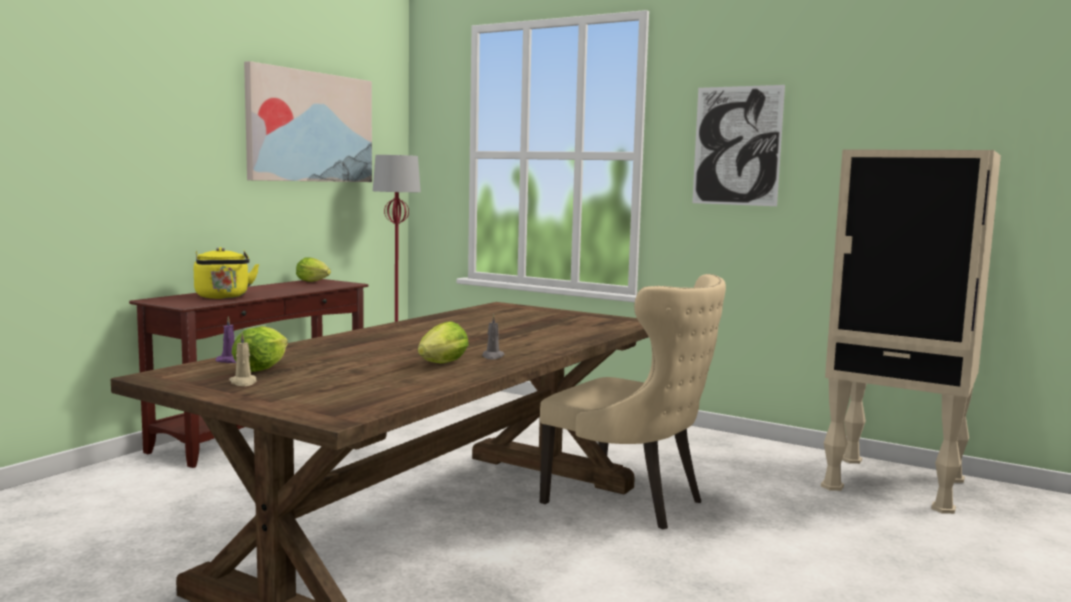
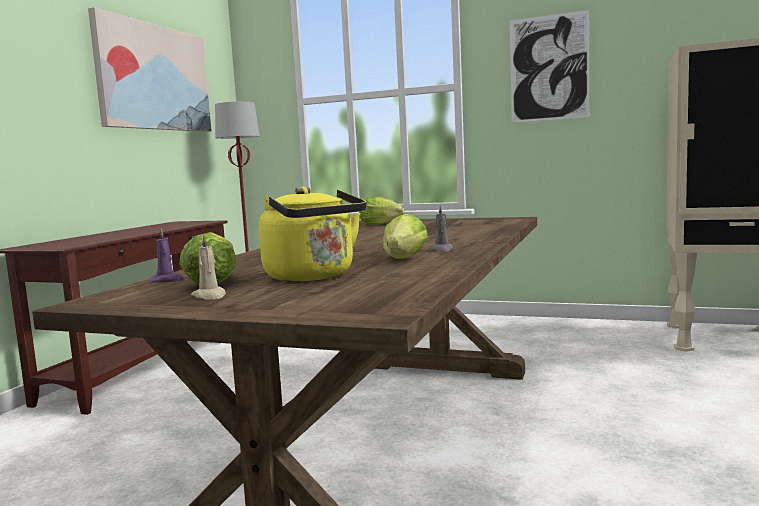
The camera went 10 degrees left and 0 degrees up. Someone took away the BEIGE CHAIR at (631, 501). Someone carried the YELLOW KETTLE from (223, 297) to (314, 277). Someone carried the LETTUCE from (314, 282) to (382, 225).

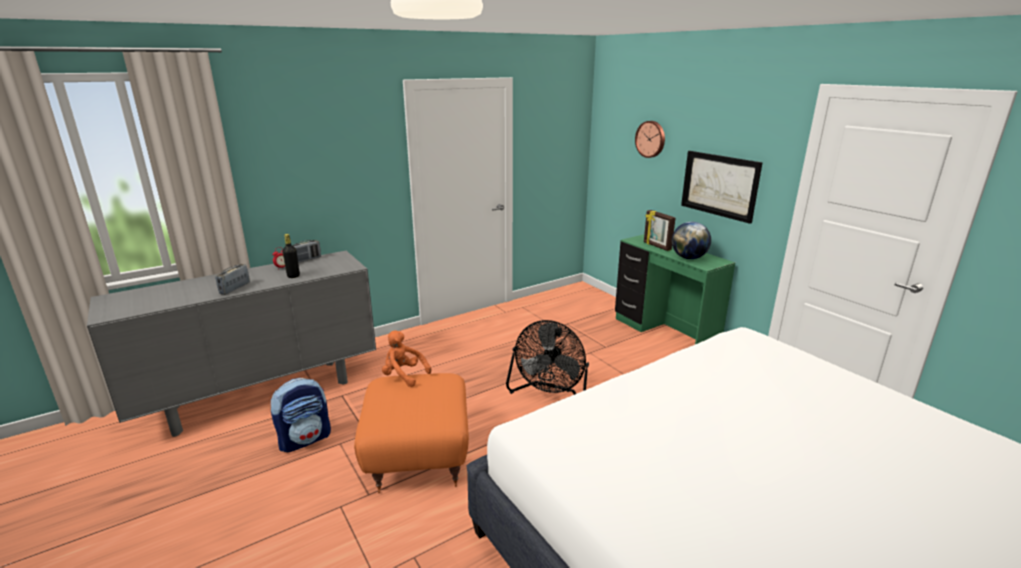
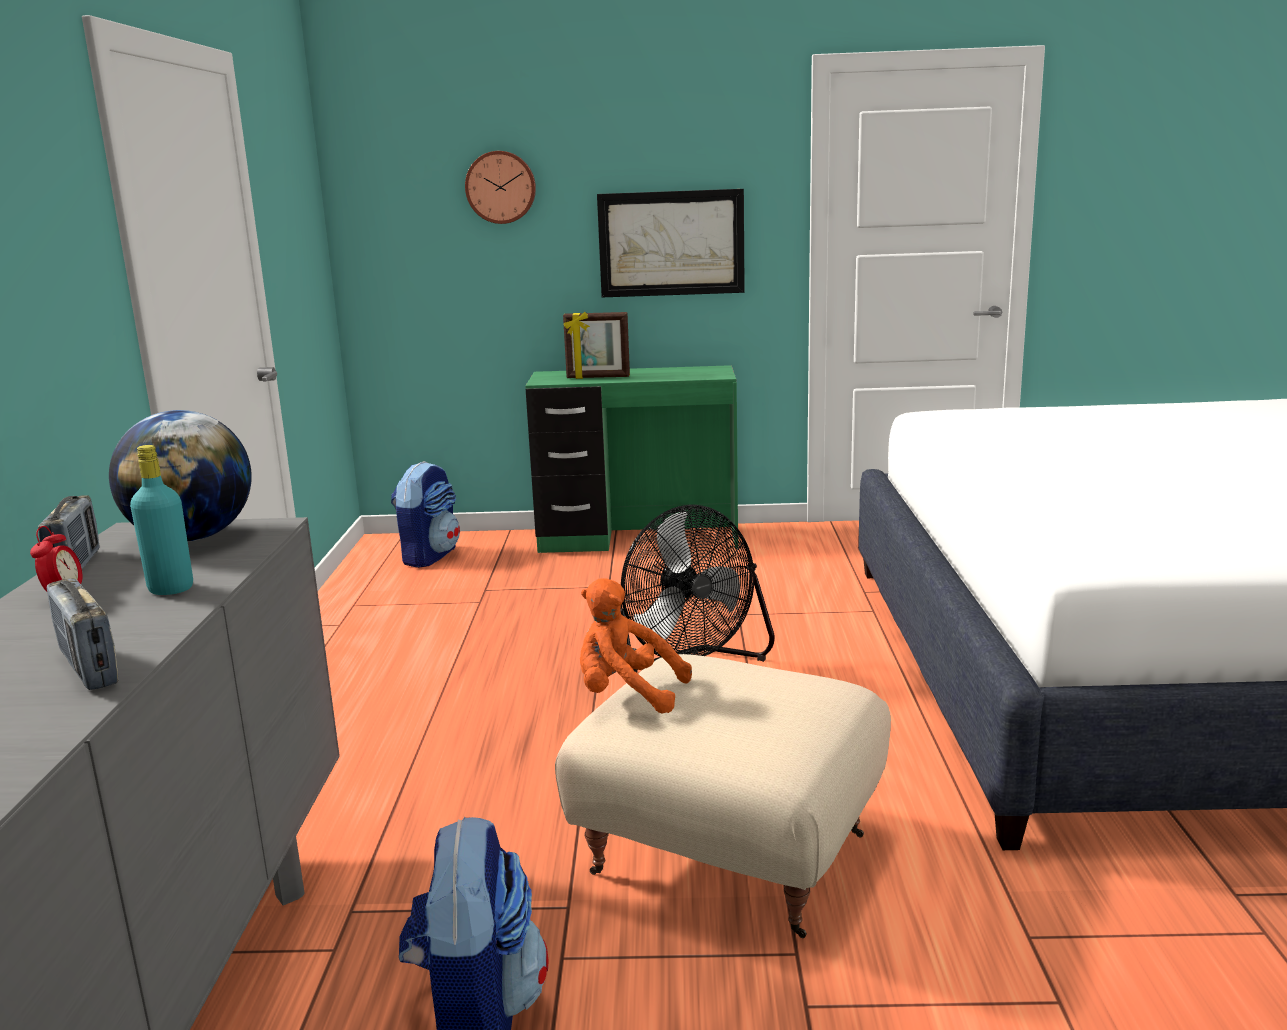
The camera went 55 degrees left and 5 degrees down. Someone put down the BACKPACK at (429, 556). Someone carried the GLOBE from (688, 258) to (192, 538). Someone repainted the BLACK BOTTLE at (293, 276), which became the TURQUOISE BOTTLE at (171, 589). Someone repainted the ORANGE OTTOMAN at (419, 457), which became the BEIGE OTTOMAN at (728, 855). Someone rotated the ORANGE PLUSH TOY at (403, 375) by 45 degrees clockwise.

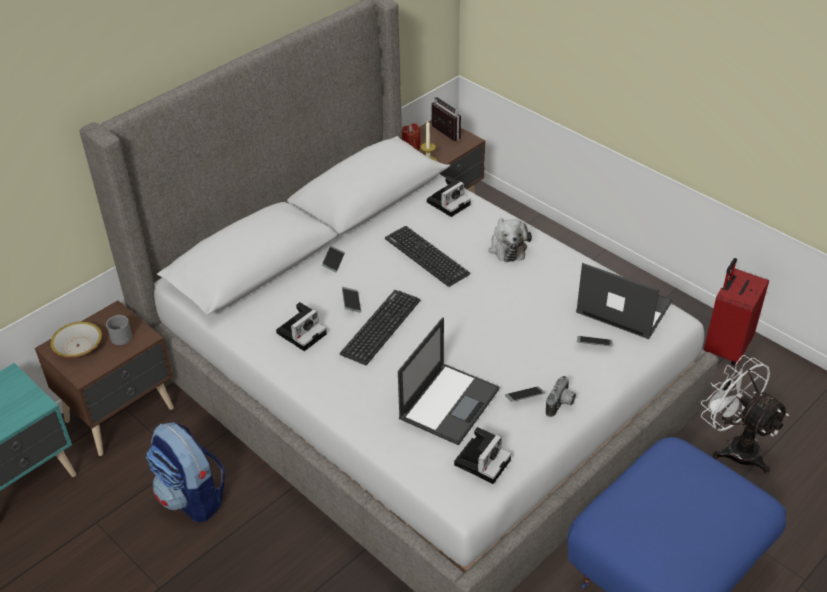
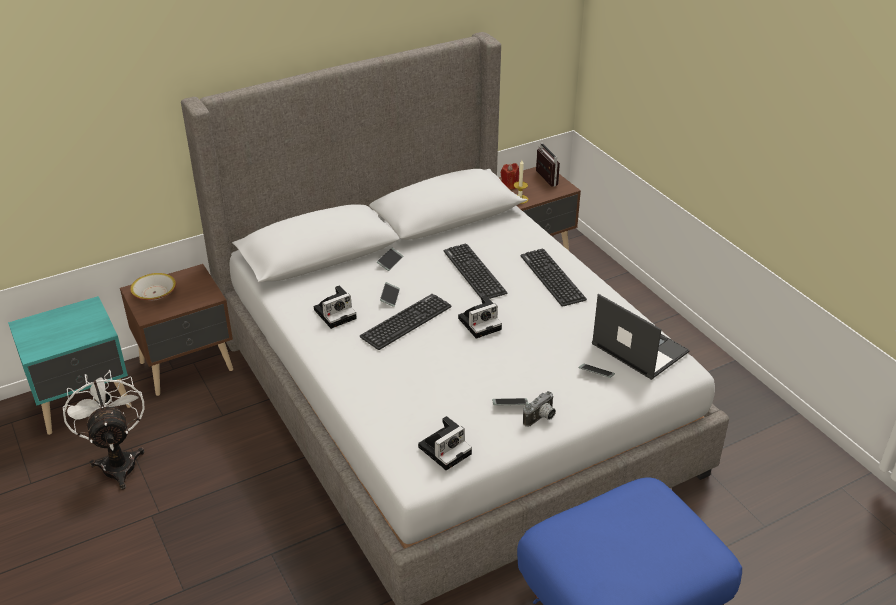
The camera went 15 degrees right and 5 degrees down. Someone took away the GREY MUG at (121, 335). Someone took away the BACKPACK at (192, 498). Someone took away the LAPTOP at (449, 403). Someone took away the RED SUITCASE at (726, 348). Someone carried the PHOTO CAMERA from (449, 202) to (480, 323). Someone carried the WHITE FAN from (735, 447) to (118, 461). Someone swapped the PLUSH TOY at (507, 247) for the KEYBOARD at (552, 278).

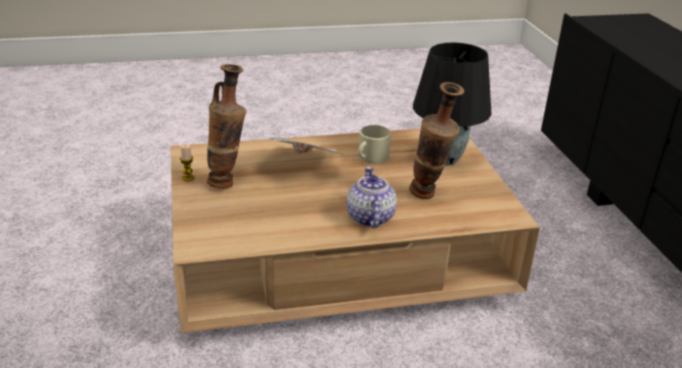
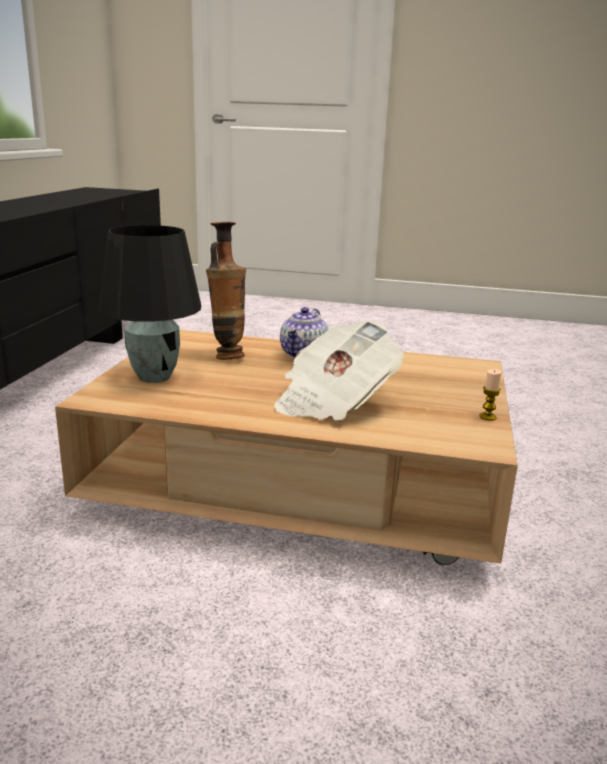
The camera went 155 degrees left and 10 degrees down. Someone took away the VASE at (228, 182). Someone took away the BEIGE MUG at (371, 158).

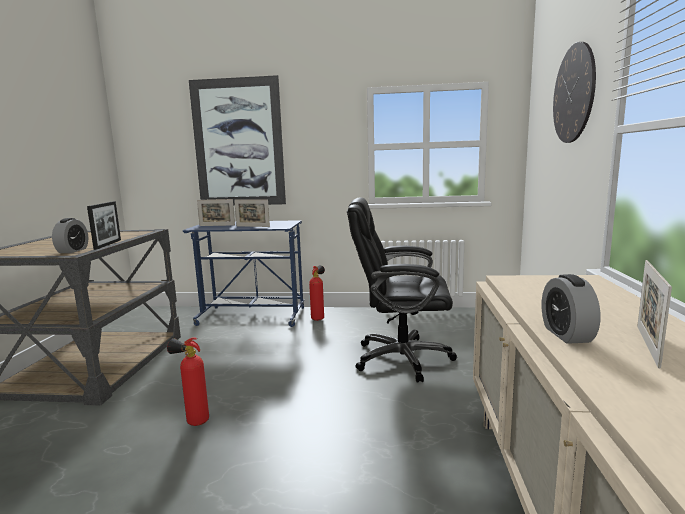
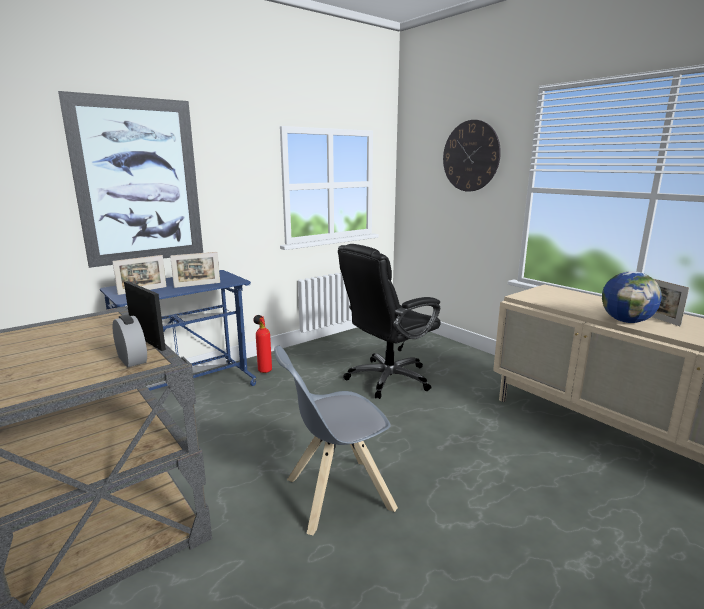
The camera went 45 degrees left and 5 degrees up. Someone swapped the FIRE EXTINGUISHER at (194, 421) for the GREY CHAIR at (336, 494). Someone swapped the ALARM CLOCK at (566, 334) for the GLOBE at (626, 321).

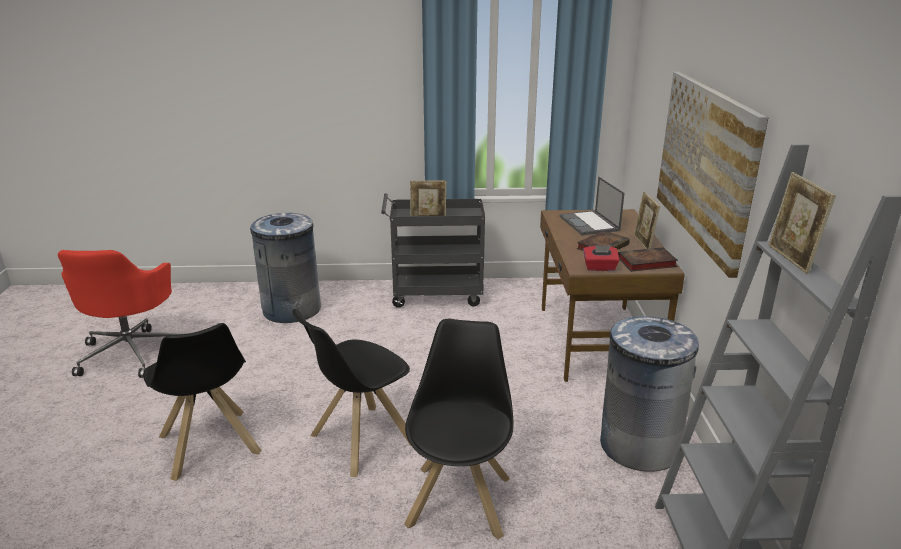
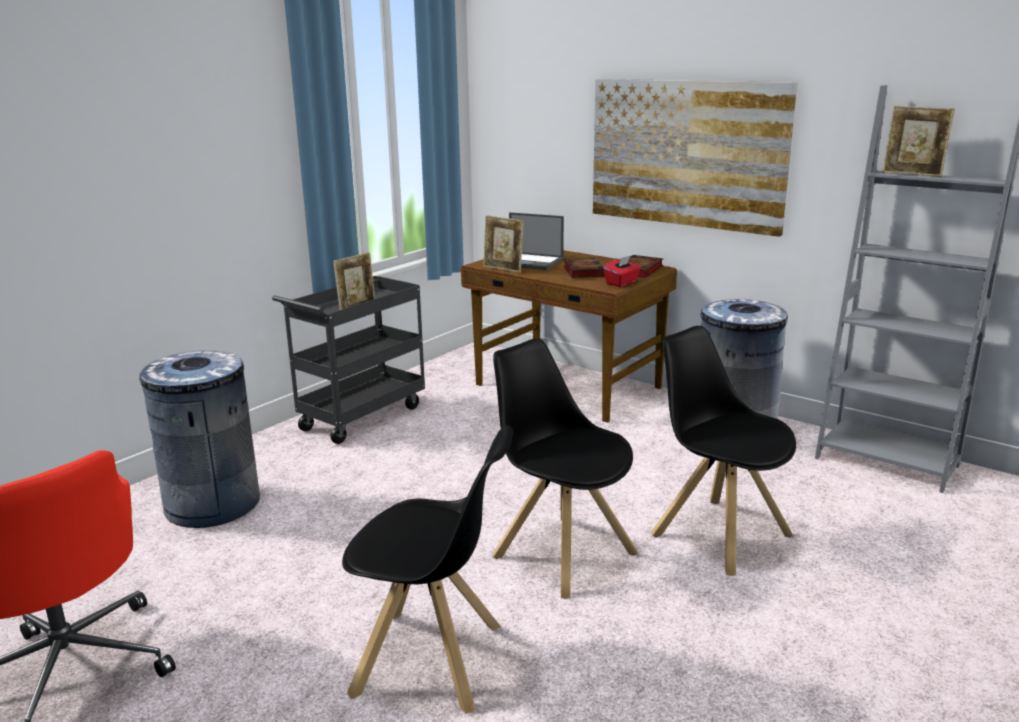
The camera went 50 degrees left and 5 degrees down. Someone carried the PICTURE FRAME from (643, 243) to (503, 269). Someone rotated the BLACK CHAIR at (360, 441) by 135 degrees clockwise.

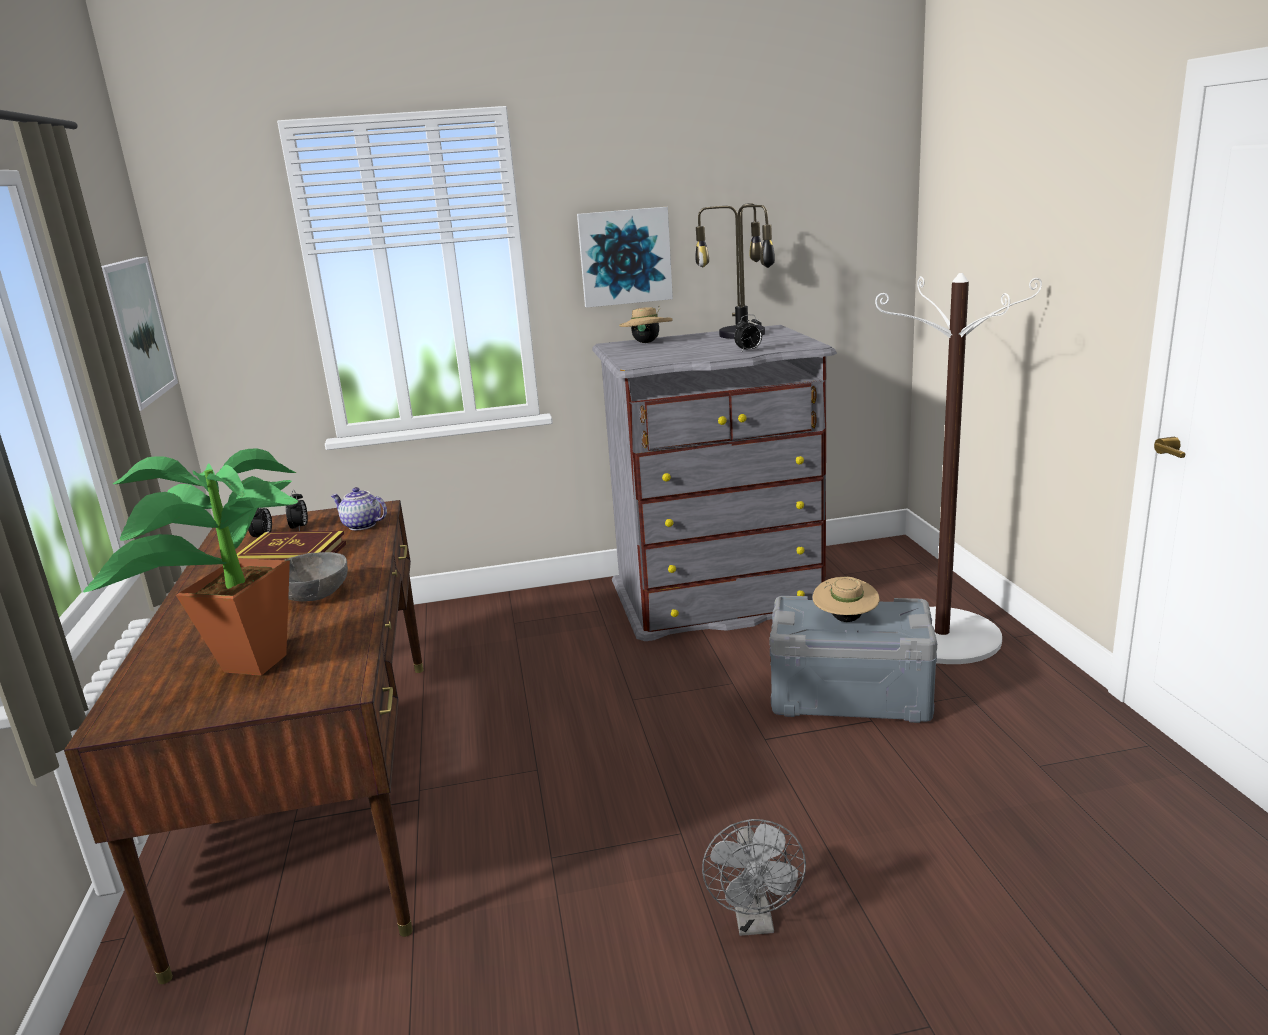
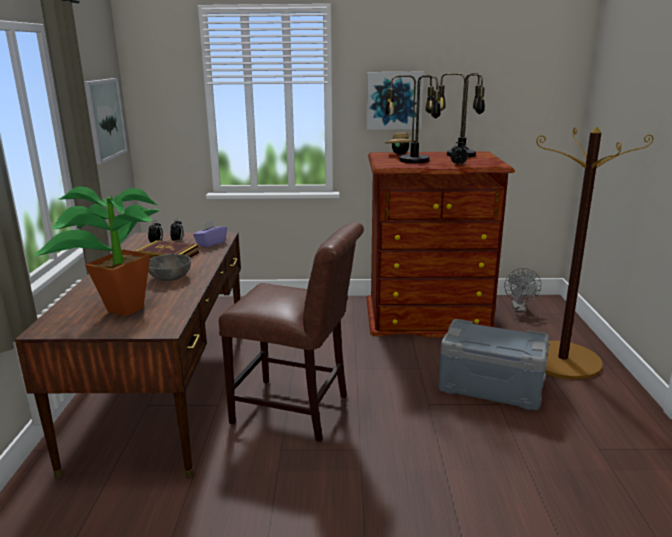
The camera went 10 degrees right and 0 degrees up. Someone took away the BEIGE HAT at (845, 619). Someone put down the BROWN CHAIR at (296, 410). Someone put down the TABLE LAMP at (414, 160). Someone carried the GREY FAN from (755, 921) to (519, 309). Someone swapped the TEAPOT at (361, 526) for the PURPLE TISSUE BOX at (211, 243). Someone repainted the GREY DRESSER at (719, 594), which became the BROWN DRESSER at (429, 315). Someone repainted the WHITE CLOTHES RACK at (942, 636), which became the BROWN CLOTHES RACK at (562, 360).

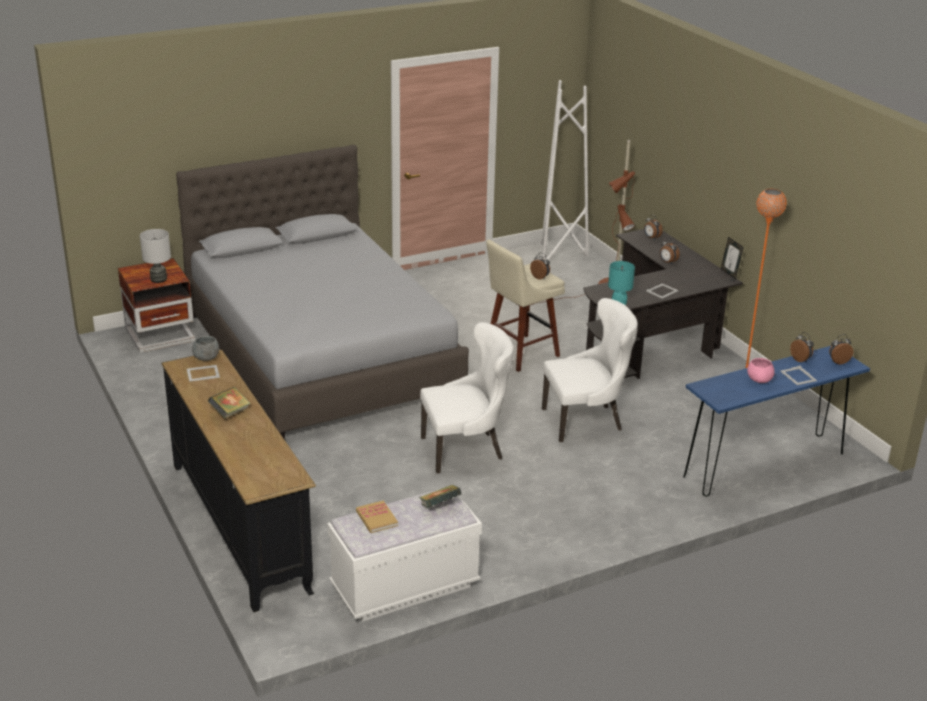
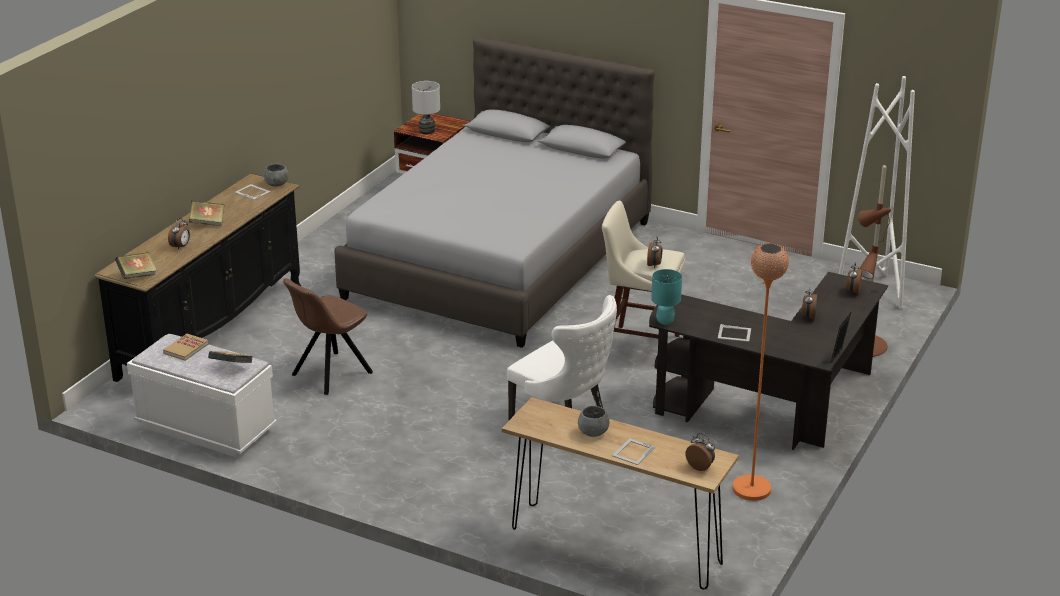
The camera went 55 degrees right and 0 degrees up. Someone took away the WHITE CHAIR at (465, 450). Someone put down the BOOK at (137, 275). Someone put down the BROWN CHAIR at (331, 373). Someone carried the ALARM CLOCK from (801, 359) to (181, 246). Someone repainted the BLUE CONSOLE TABLE at (764, 465), which became the BROWN CONSOLE TABLE at (615, 546). Someone repainted the PINK BOWL at (759, 380), which became the GREY BOWL at (593, 432).

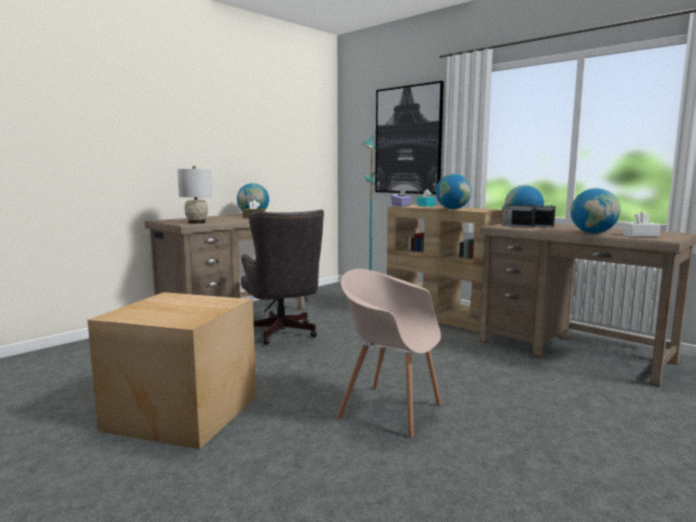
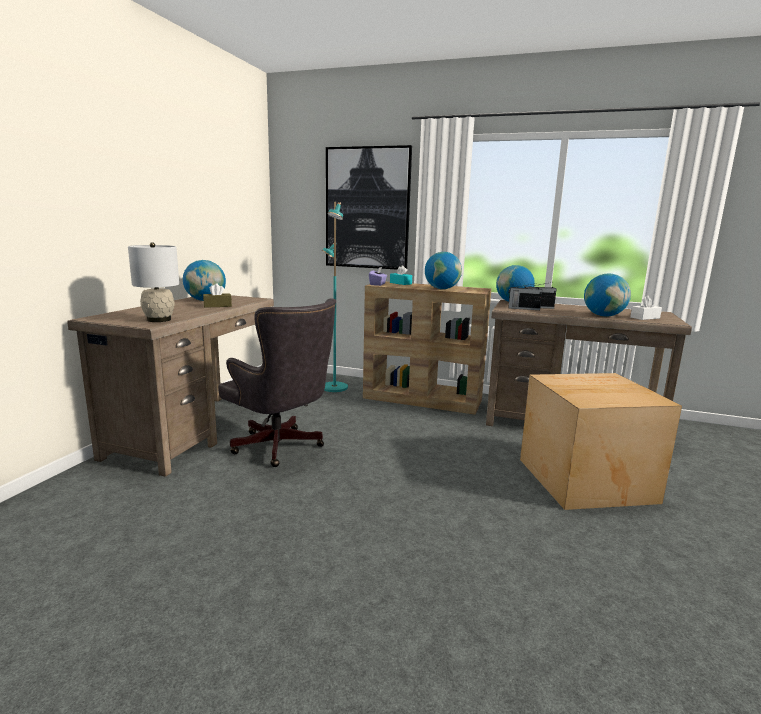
The camera went 25 degrees left and 5 degrees up. Someone took away the BEIGE CHAIR at (389, 410). Someone carried the CARDBOARD BOX from (182, 411) to (583, 479).

